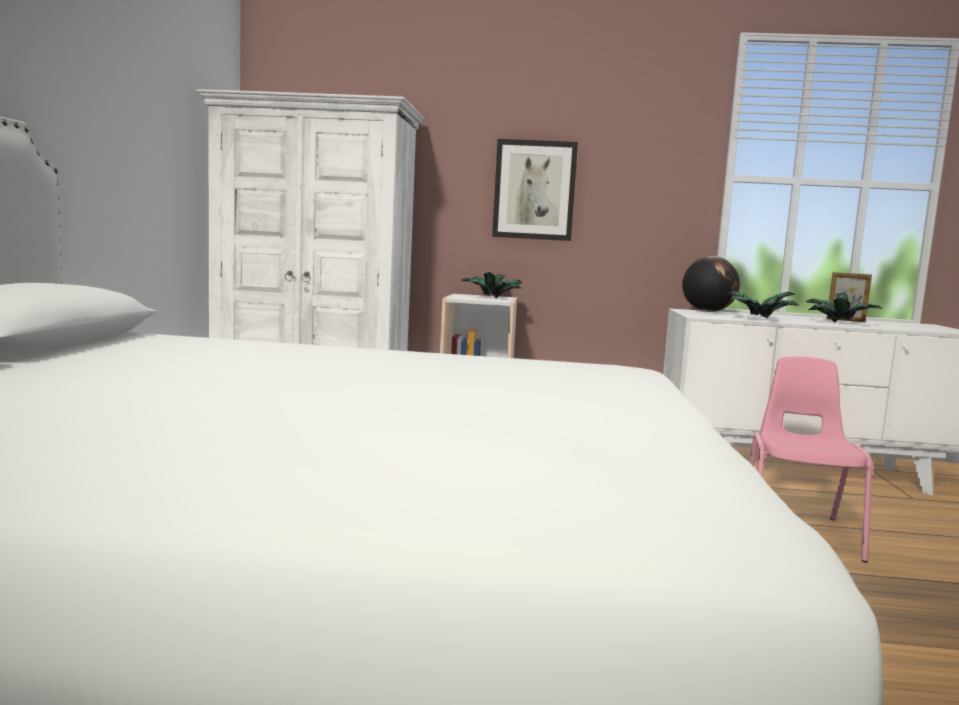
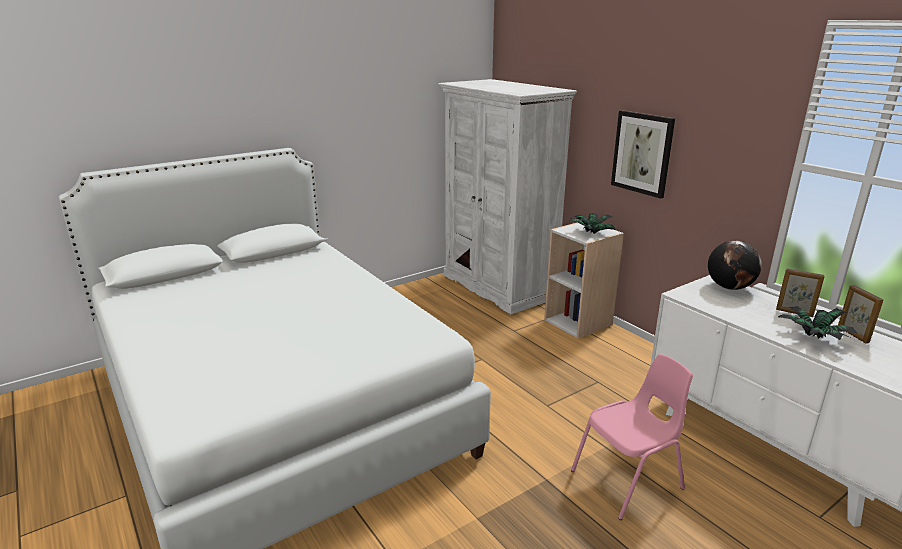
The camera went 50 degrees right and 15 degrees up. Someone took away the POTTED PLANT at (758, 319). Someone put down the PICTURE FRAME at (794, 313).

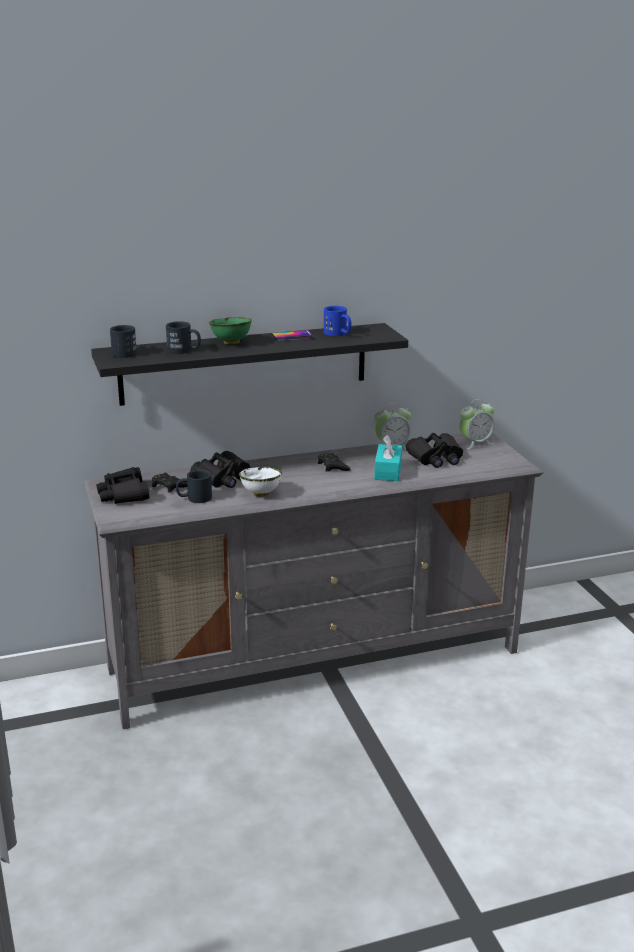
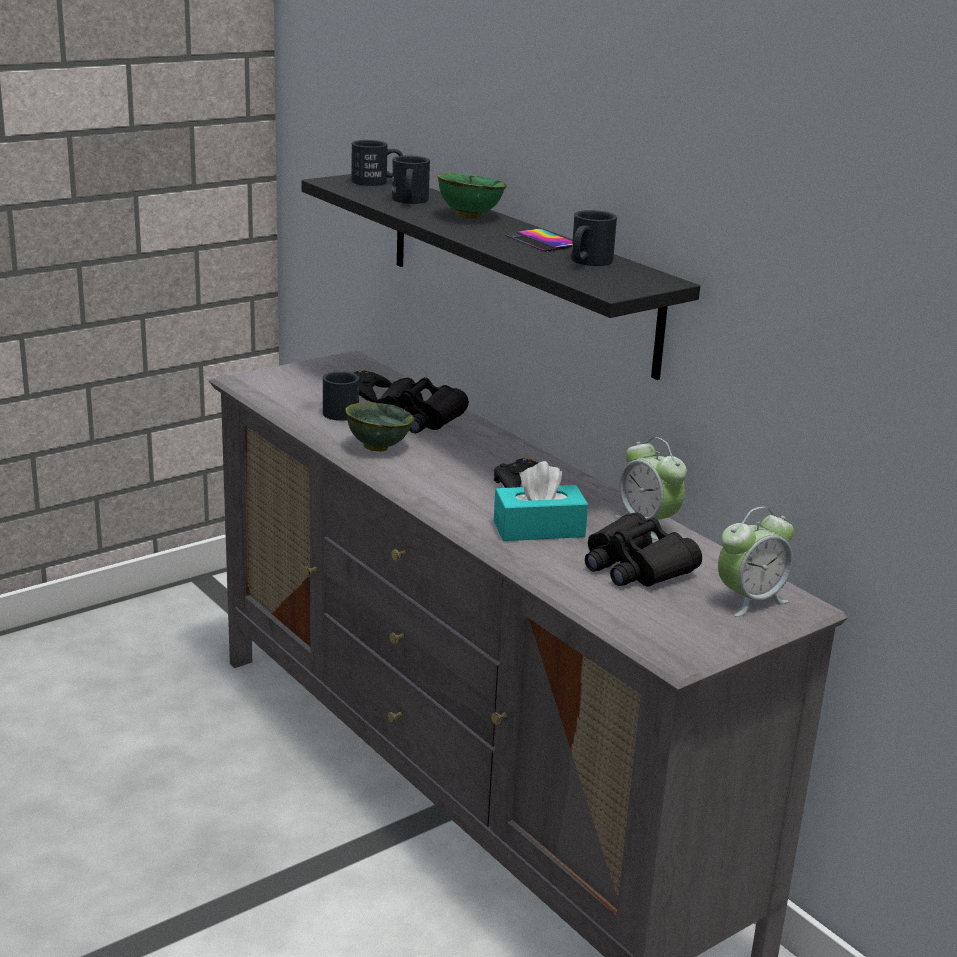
The camera went 70 degrees right and 0 degrees up. Someone took away the BLACK BINOCULARS at (124, 494). Someone repainted the WHITE BOWL at (260, 494), which became the GREEN BOWL at (377, 447). Someone repainted the BLUE MUG at (338, 334), which became the BLACK MUG at (587, 262). Someone rotated the ALARM CLOCK at (475, 443) by 75 degrees counterclockwise.

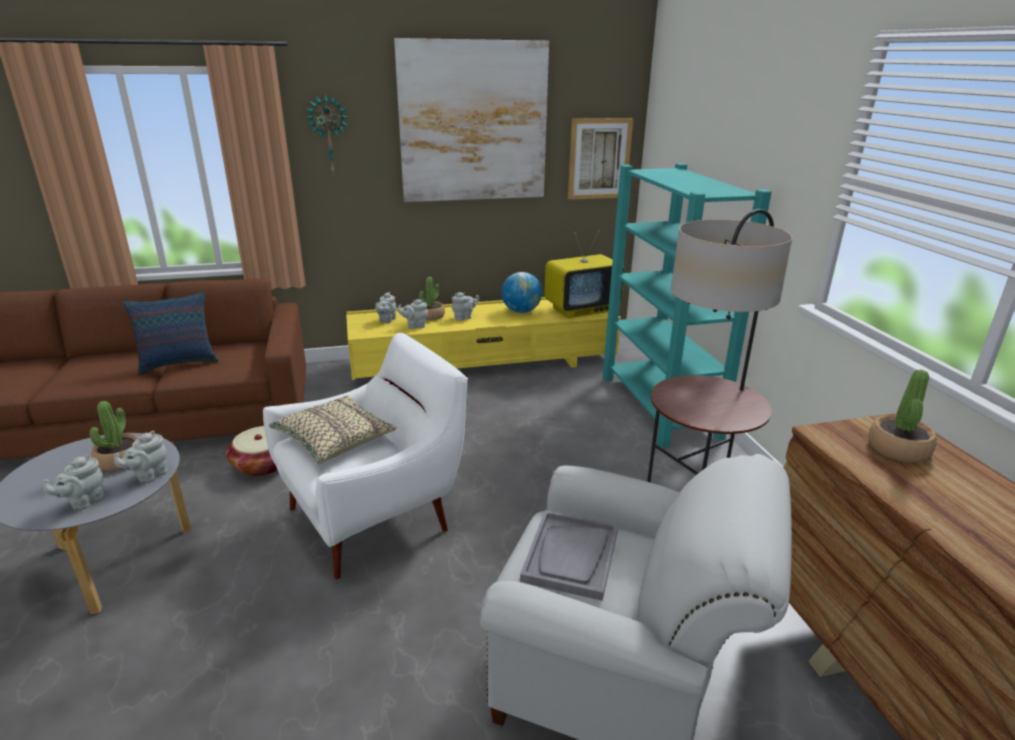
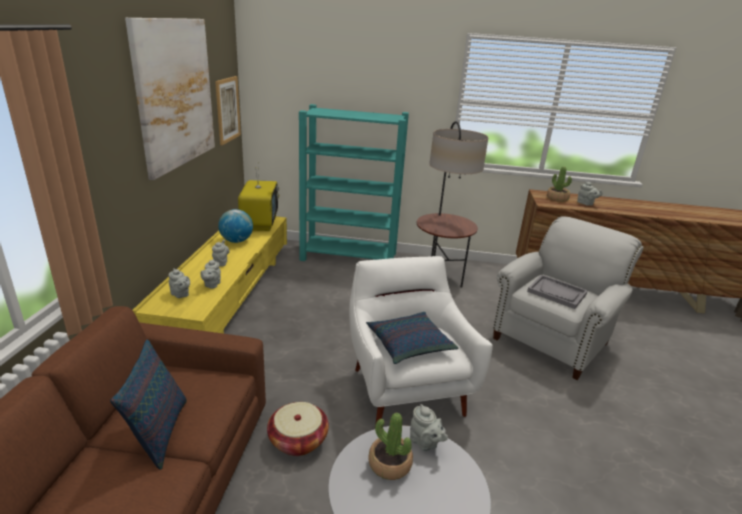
The camera went 70 degrees left and 0 degrees up. Someone took away the WALL CLOCK at (329, 135). Someone took away the POTTED PLANT at (431, 316). Someone carried the GREY TEAPOT from (84, 502) to (586, 204). Someone repainted the BEIGE PILLOW at (335, 439), which became the BLUE PILLOW at (409, 344).

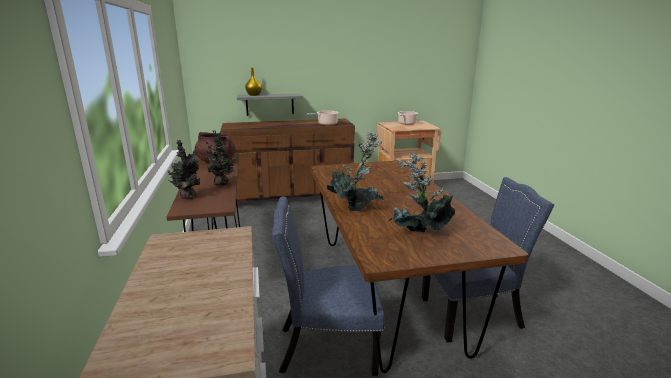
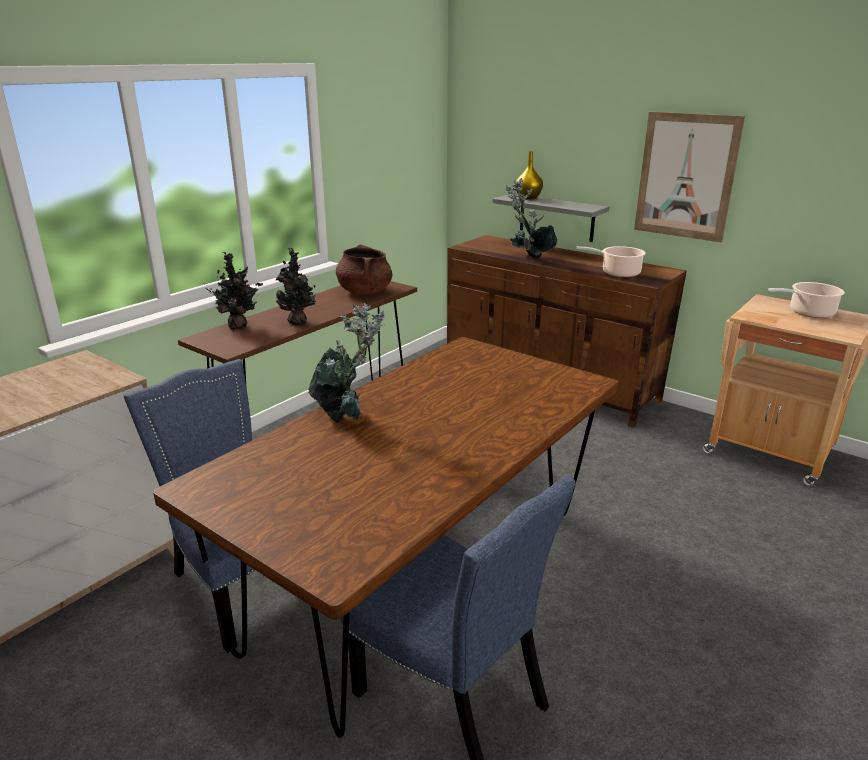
The camera went 50 degrees right and 5 degrees up. Someone put up the PICTURE at (686, 176). Someone carried the POTTED PLANT from (419, 235) to (528, 259).

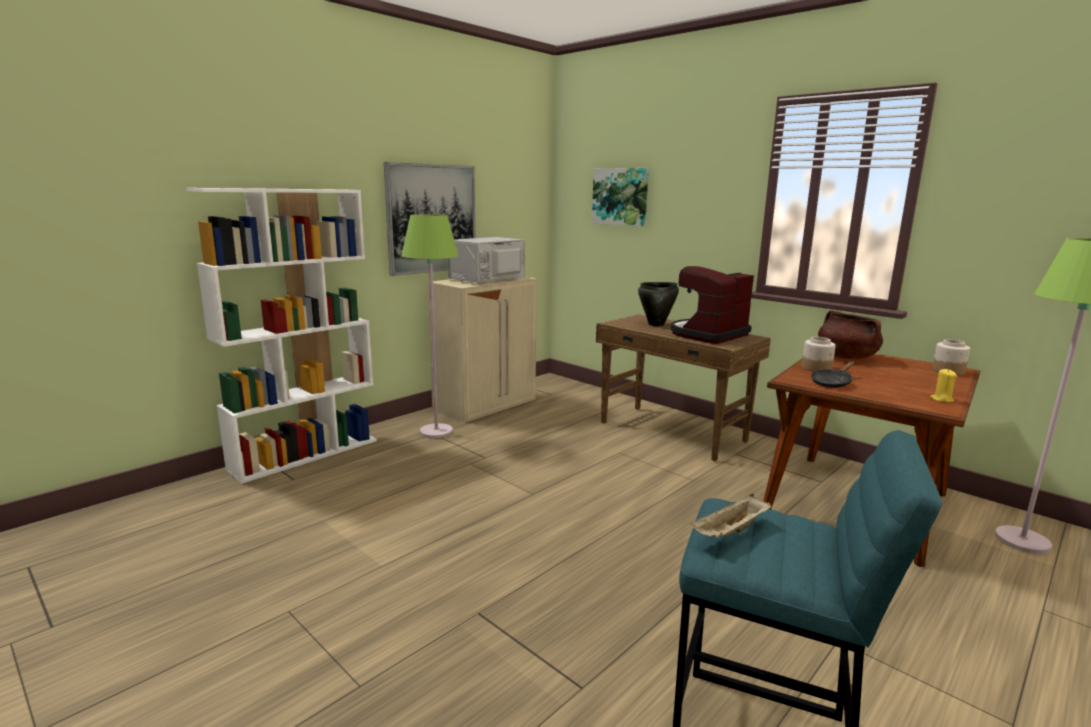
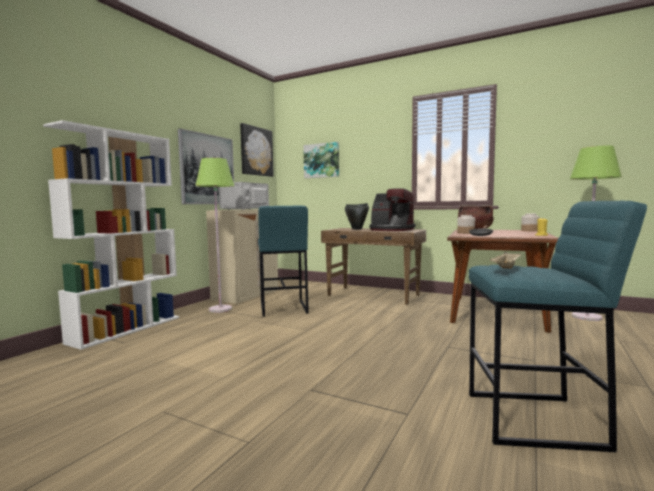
The camera went 15 degrees left and 10 degrees down. Someone put up the PICTURE at (256, 151). Someone put down the TURQUOISE STOOL at (283, 308). Someone rotated the COFFEE MACHINE at (708, 334) by 90 degrees counterclockwise.

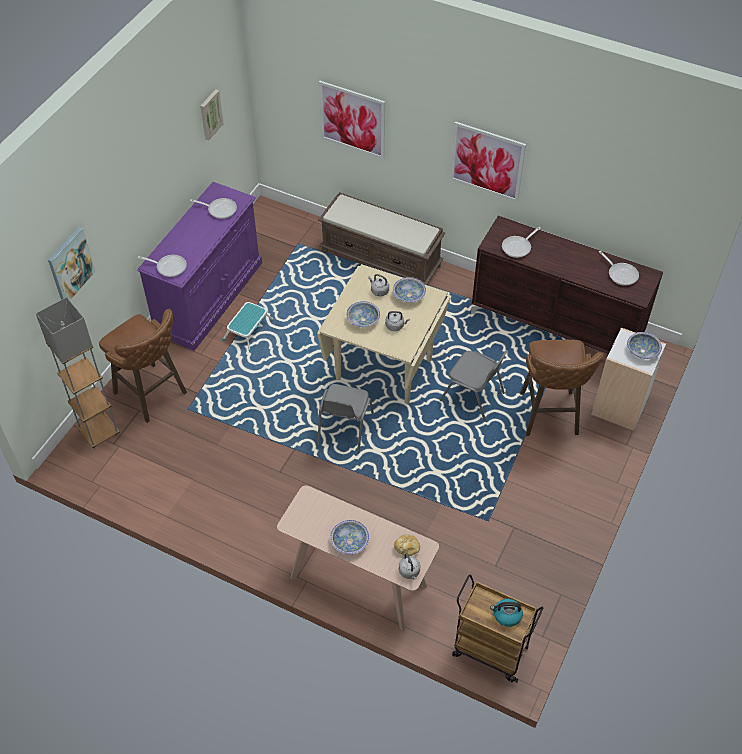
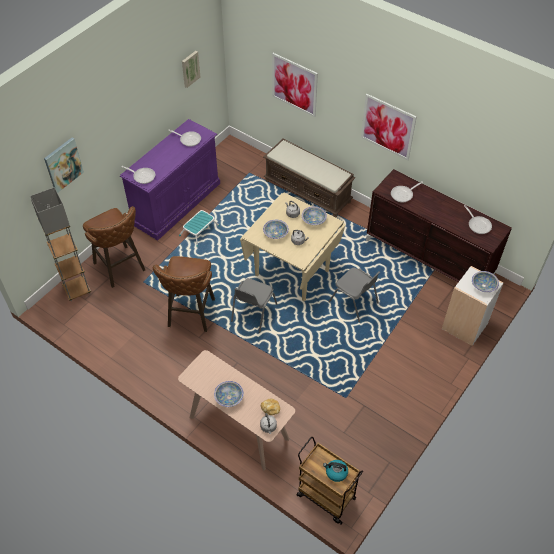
The camera went 10 degrees right and 0 degrees up. Someone carried the BROWN STOOL from (549, 416) to (191, 315).

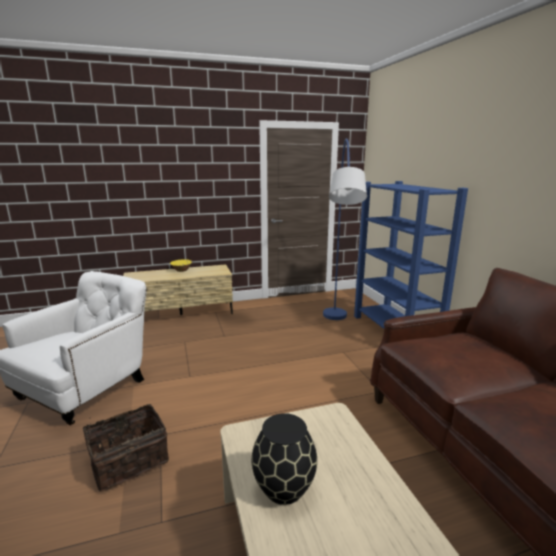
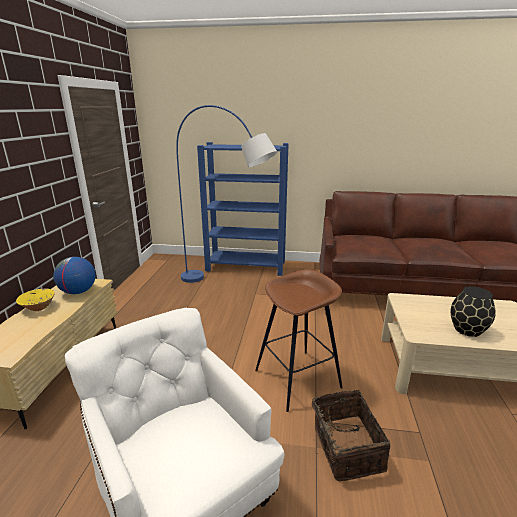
The camera went 65 degrees left and 5 degrees up. Someone put down the GLOBE at (78, 292). Someone put down the BROWN STOOL at (298, 379).

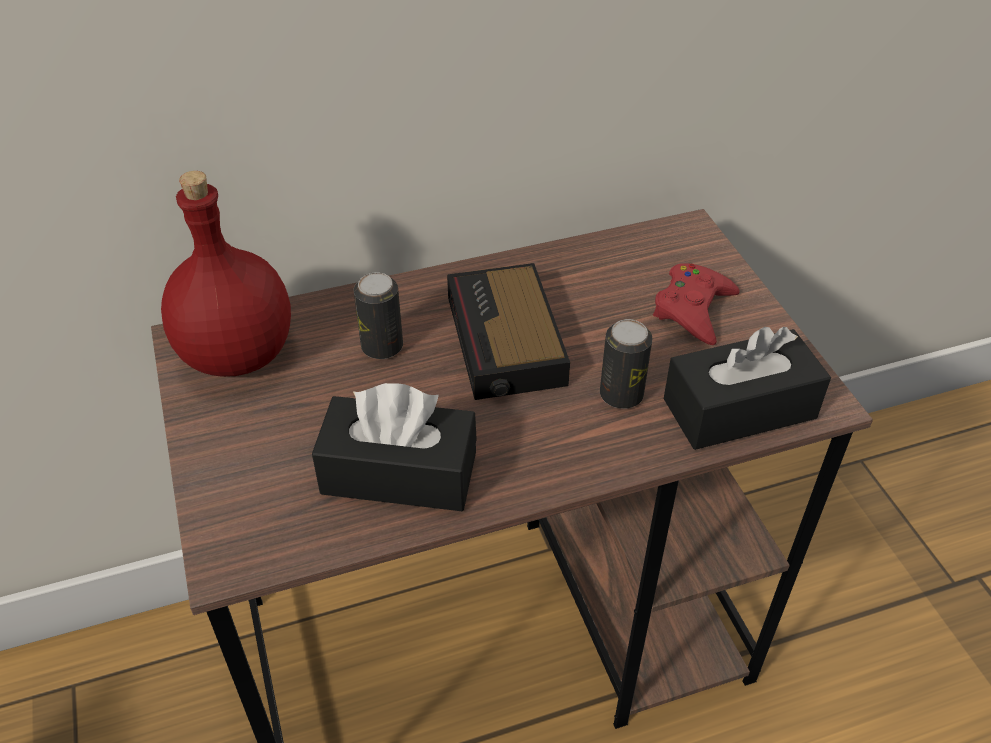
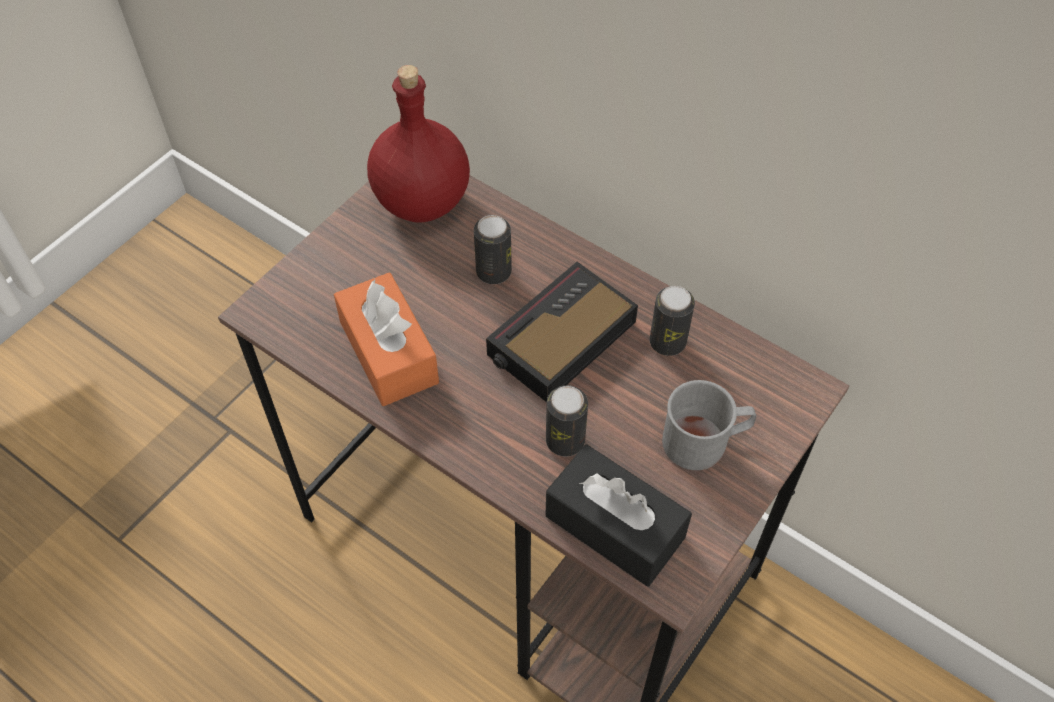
The camera went 55 degrees right and 10 degrees up. Someone put down the CAN at (667, 342). Someone swapped the RED GAME CONTROLLER at (693, 309) for the GREY MUG at (705, 441). Someone repainted the BLACK TISSUE BOX at (399, 473), which became the ORANGE TISSUE BOX at (388, 352).

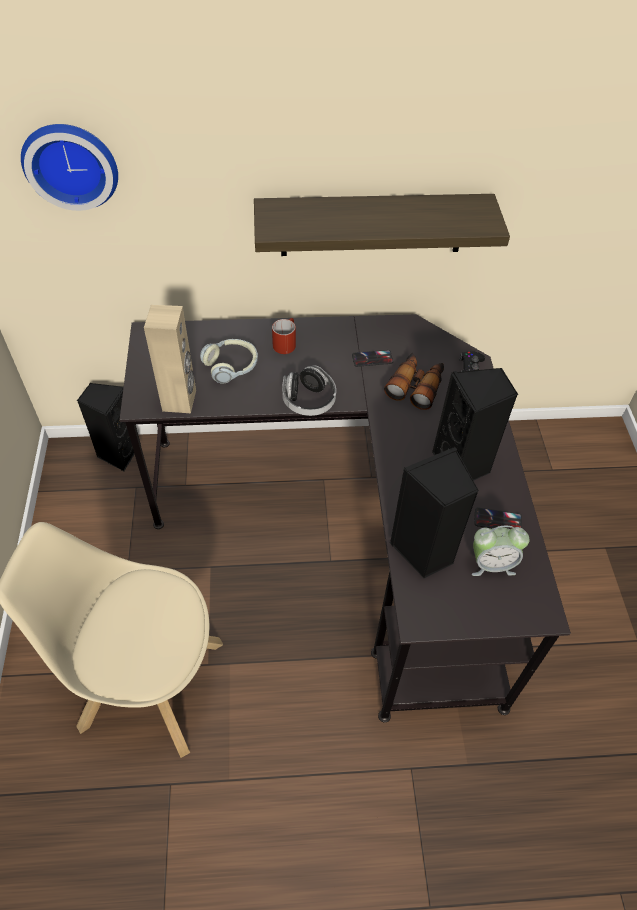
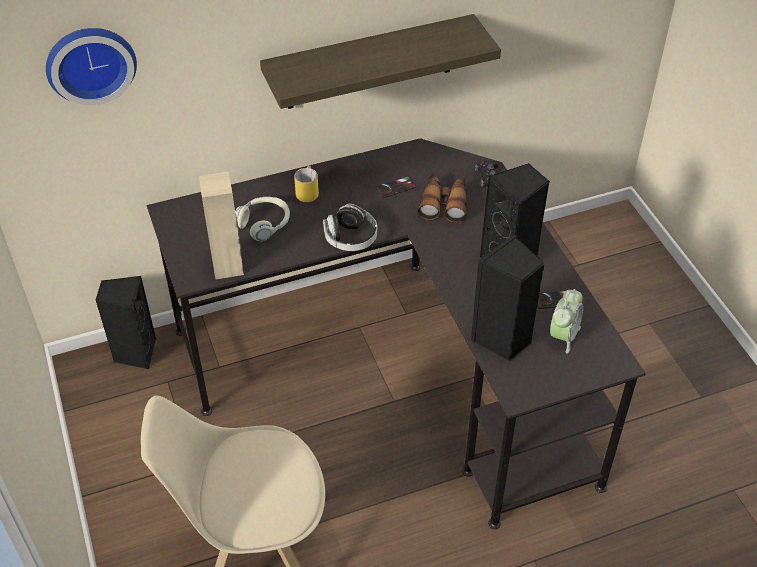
The camera went 15 degrees left and 5 degrees down. Someone repainted the RED MUG at (285, 342), which became the YELLOW MUG at (307, 191). Someone rotated the ALARM CLOCK at (491, 564) by 45 degrees counterclockwise.

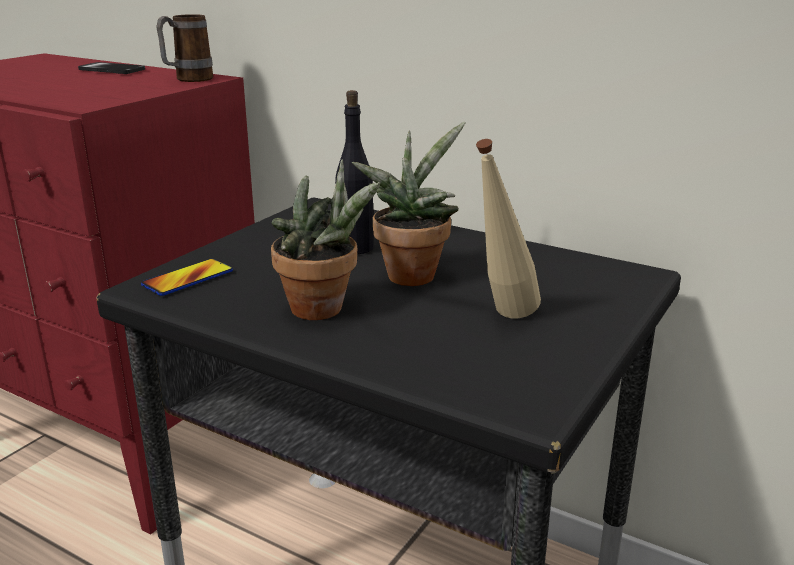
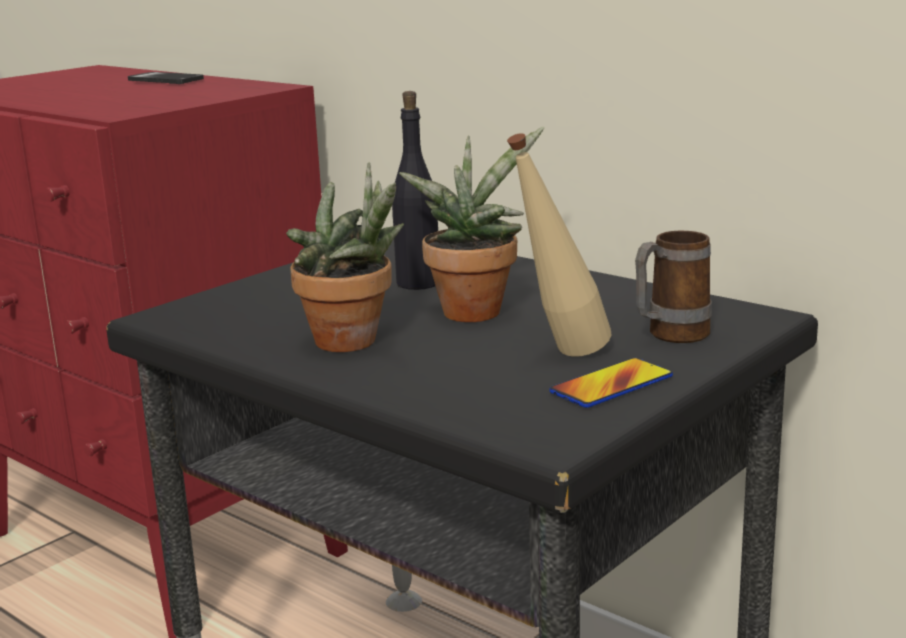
The camera went 10 degrees right and 5 degrees down. Someone carried the PHONE from (188, 279) to (612, 385). Someone carried the MUG from (187, 80) to (669, 336).

